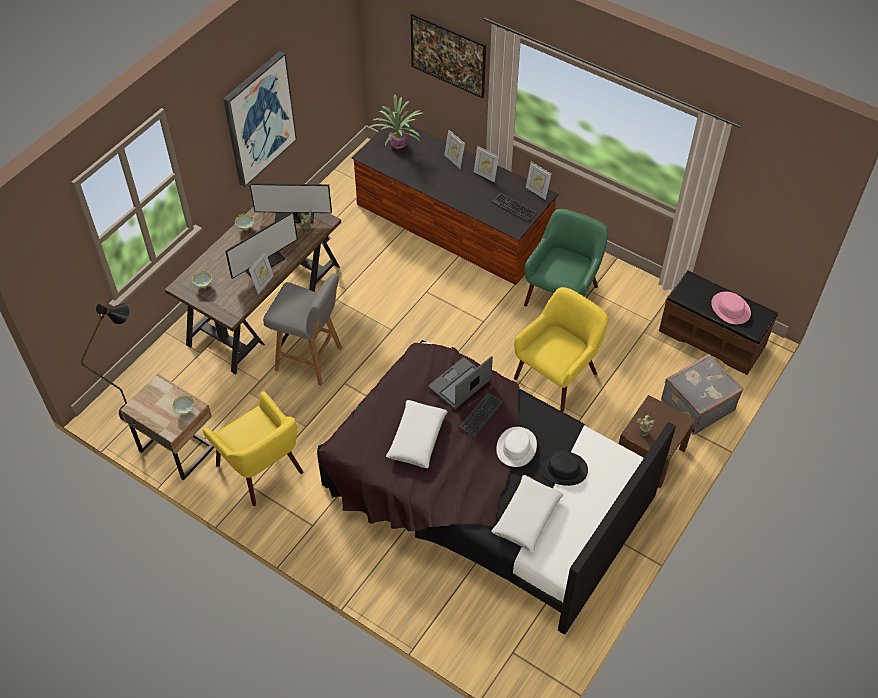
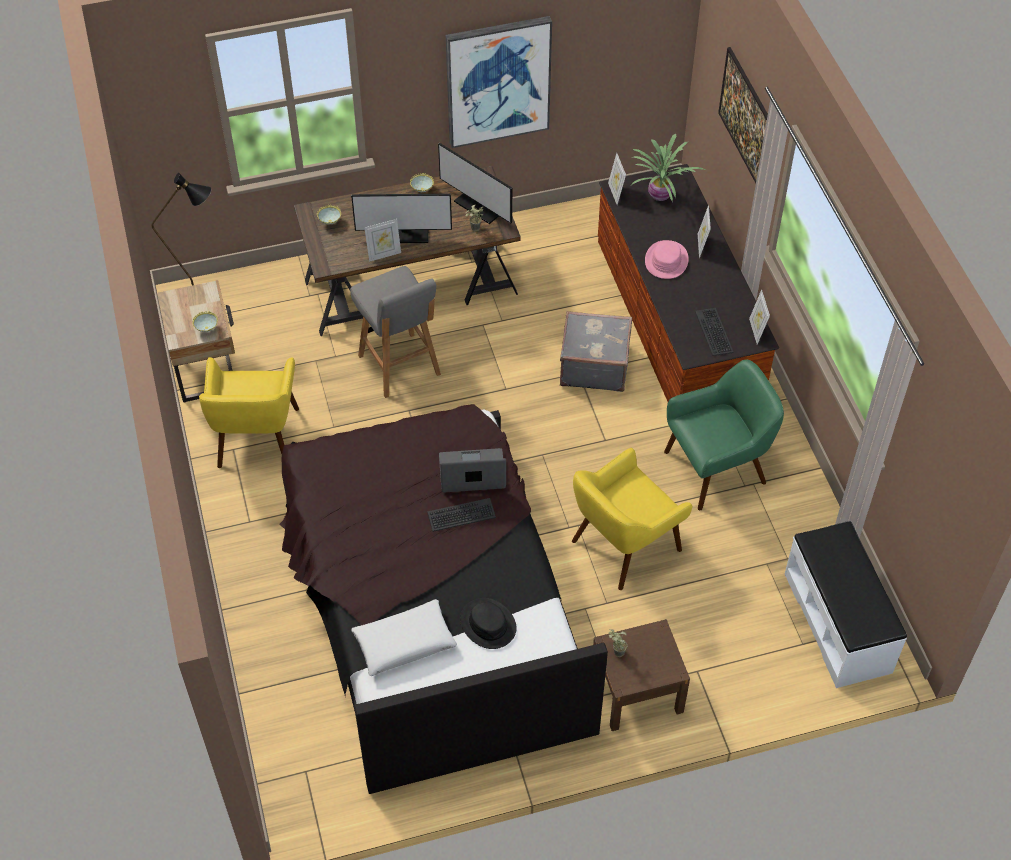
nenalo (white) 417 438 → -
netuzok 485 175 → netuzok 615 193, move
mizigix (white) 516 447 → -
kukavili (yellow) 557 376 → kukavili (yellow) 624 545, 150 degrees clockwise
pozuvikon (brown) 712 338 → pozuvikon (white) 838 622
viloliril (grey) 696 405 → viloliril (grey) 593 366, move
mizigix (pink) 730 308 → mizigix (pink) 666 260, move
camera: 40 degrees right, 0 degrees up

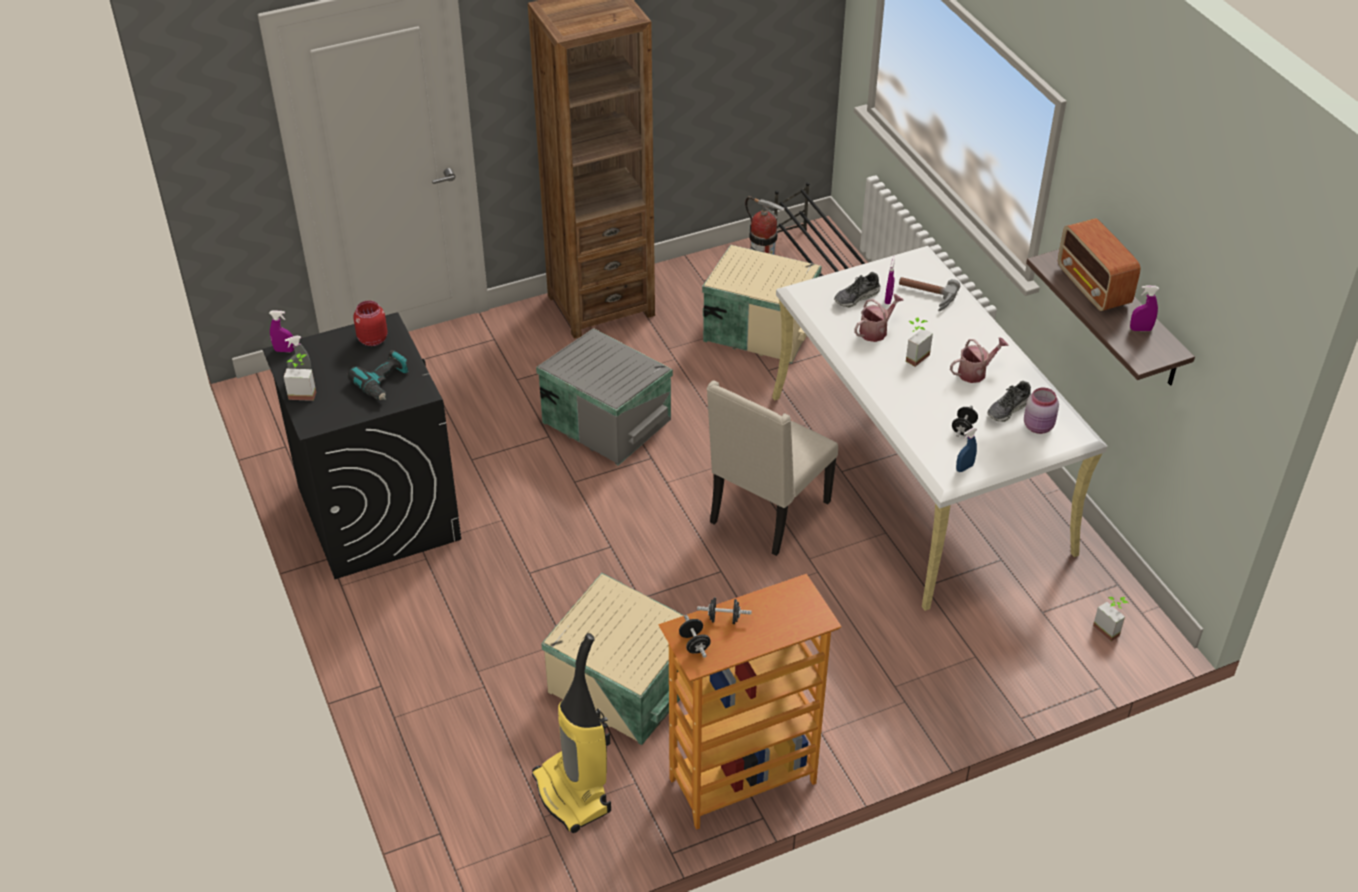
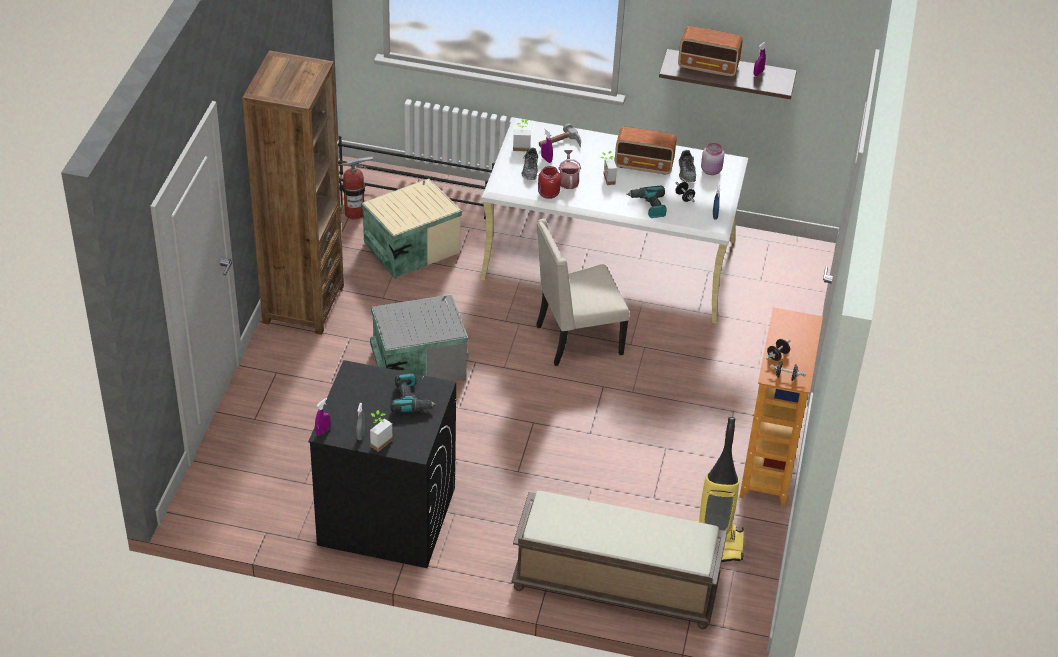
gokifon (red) 372 339 → gokifon (red) 548 194, move
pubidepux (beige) 622 688 → -
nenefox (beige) 767 513 → nenefox (beige) 576 340, 90 degrees clockwise
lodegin 975 372 → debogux 644 165
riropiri 1109 628 → riropiri 521 146, move
- → pozuvikon (brown) 613 586
- → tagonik 648 206
camera: 55 degrees left, 0 degrees up

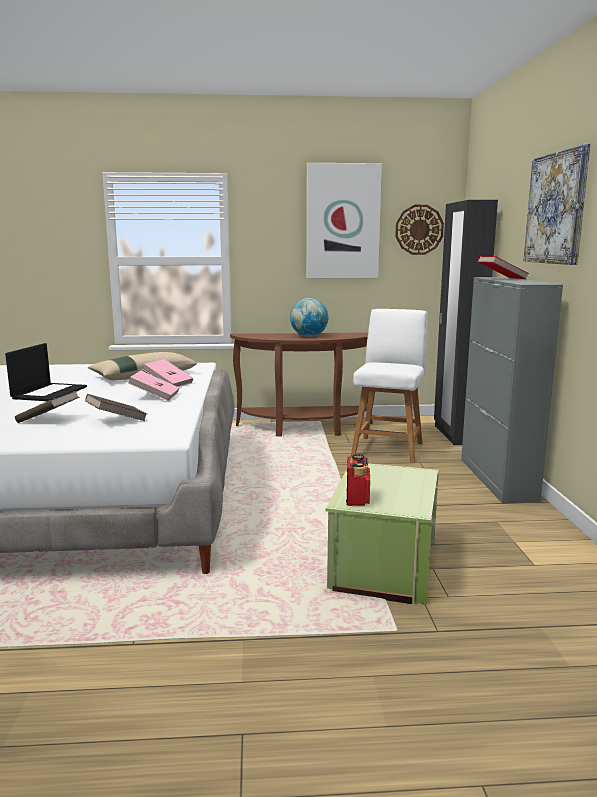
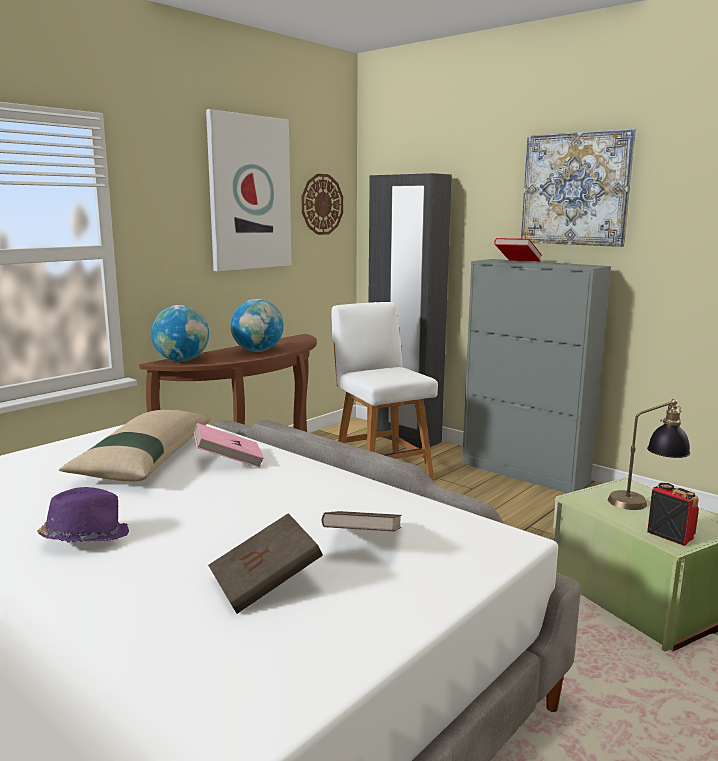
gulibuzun 49 392 → mizigix (purple) 85 537
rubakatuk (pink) 155 397 → -
- → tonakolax 182 360
- → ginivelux 644 503
camera: 45 degrees left, 0 degrees up

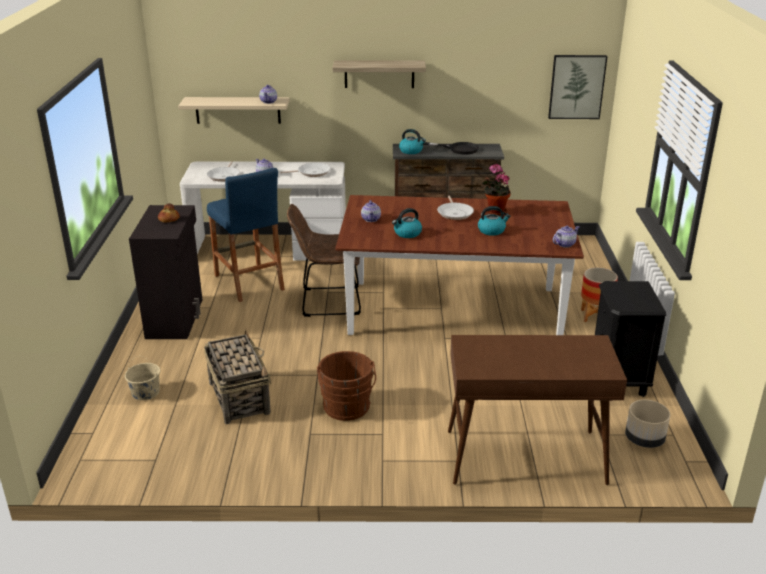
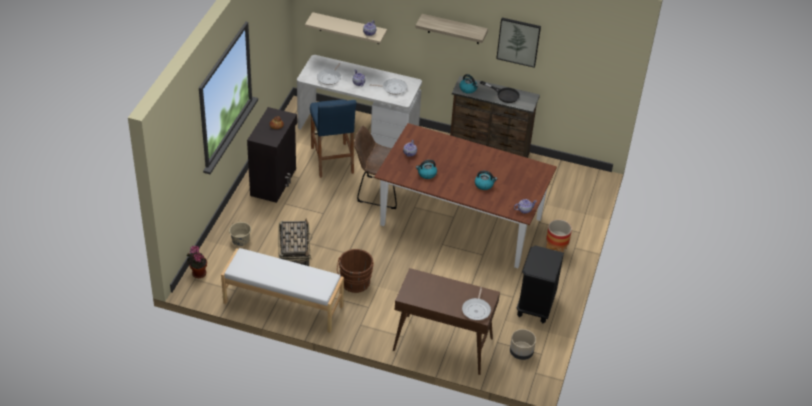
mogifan 455 213 → mogifan 476 310, move
riropiri 494 212 → riropiri 198 273, move
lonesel 576 87 → lonesel 518 41, move
- → pozuvikon (white) 283 304
camera: 15 degrees right, 15 degrees up

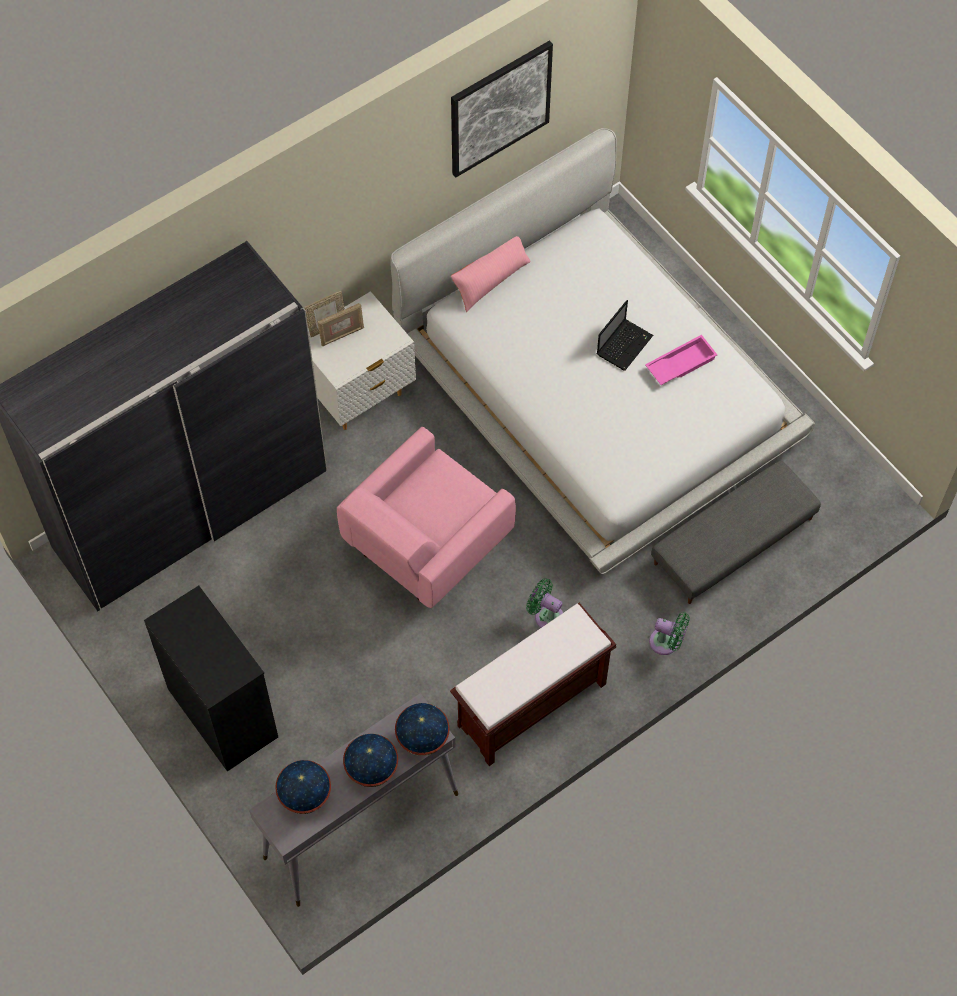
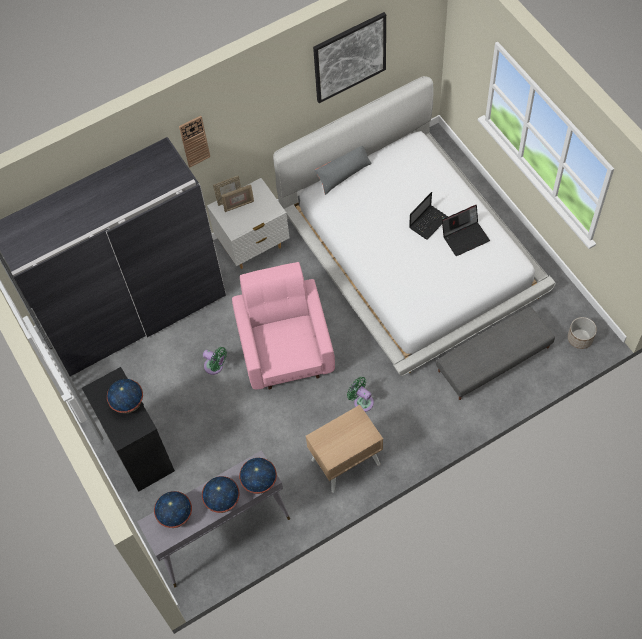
kukavili (pink) 425 544 → kukavili (pink) 286 348, 120 degrees clockwise
pozuvikon (brown) 531 706 → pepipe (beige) 345 462
nenalo (pink) 491 280 → nenalo (grey) 343 174
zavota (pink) 680 363 → gulibuzun 465 236
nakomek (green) 667 643 → nakomek (green) 215 367, move
- → tonakolax 128 403
- → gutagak 194 141
- → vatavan 580 338
camera: 10 degrees right, 0 degrees up

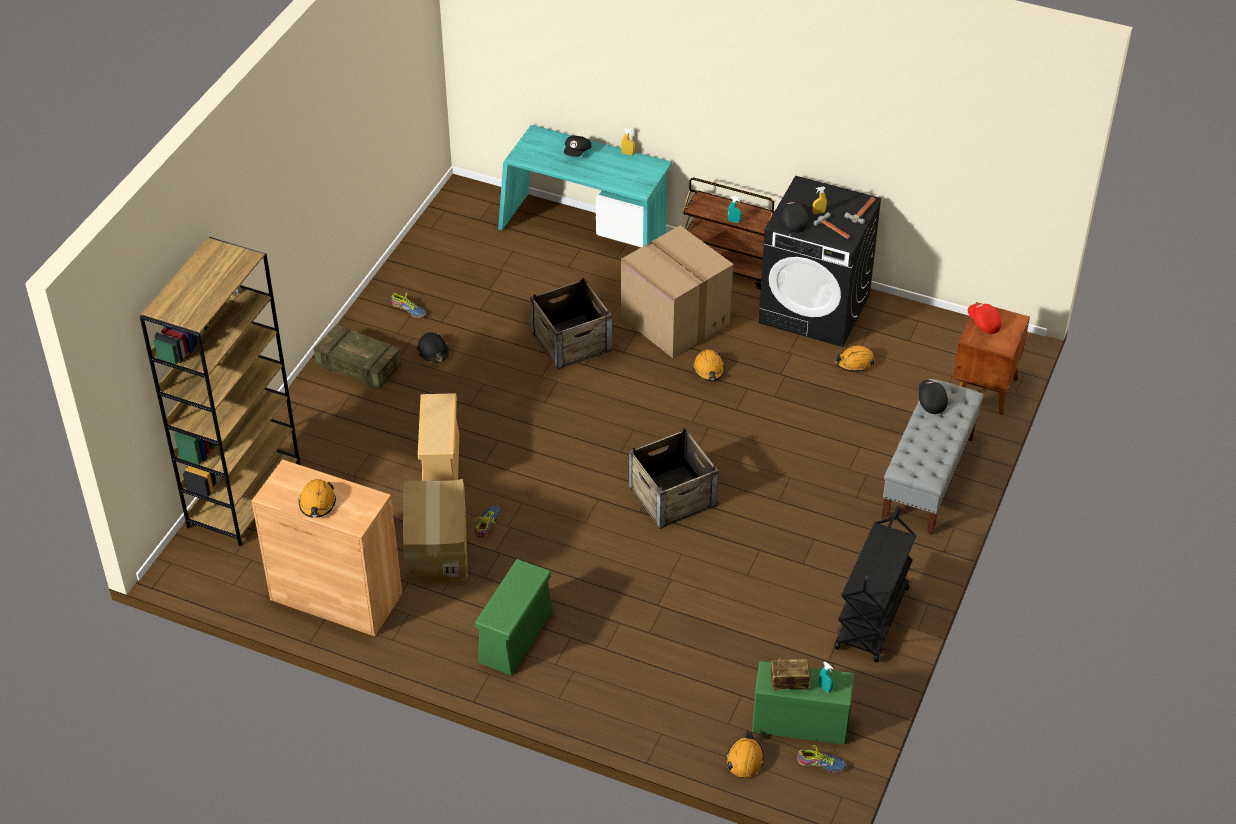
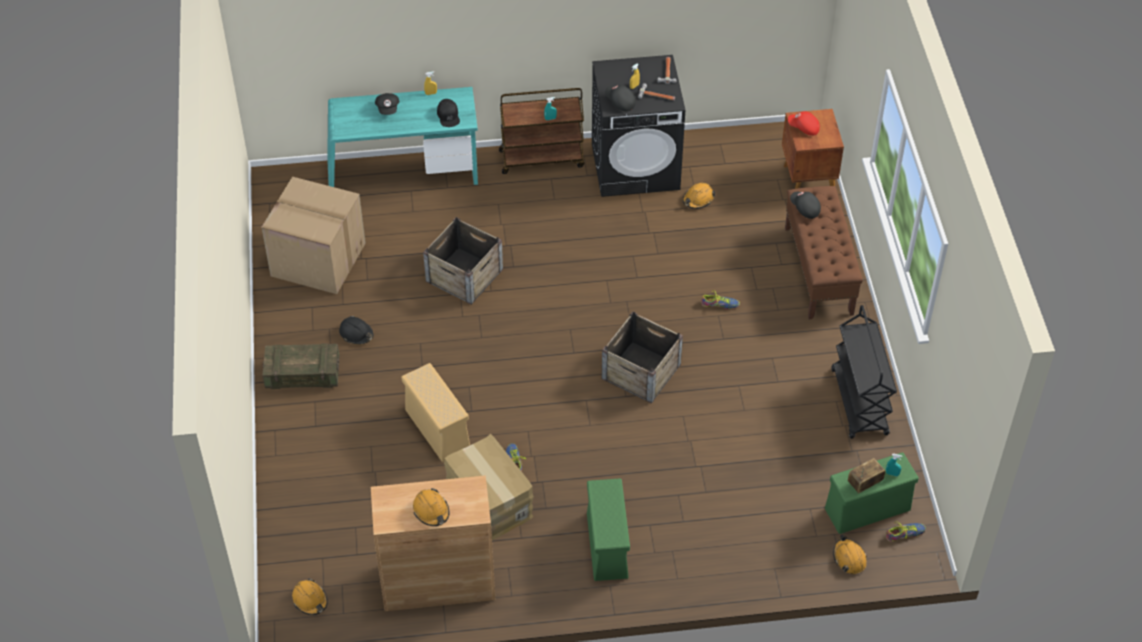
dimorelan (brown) 244 494 → -
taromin 409 309 → taromin 719 304, move
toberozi 673 320 → toberozi 316 260, move
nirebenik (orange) 709 370 → nirebenik (orange) 310 600, move
pozuvikon (grey) 928 478 → pozuvikon (brown) 818 271
- → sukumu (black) 448 116
camera: 30 degrees left, 5 degrees up

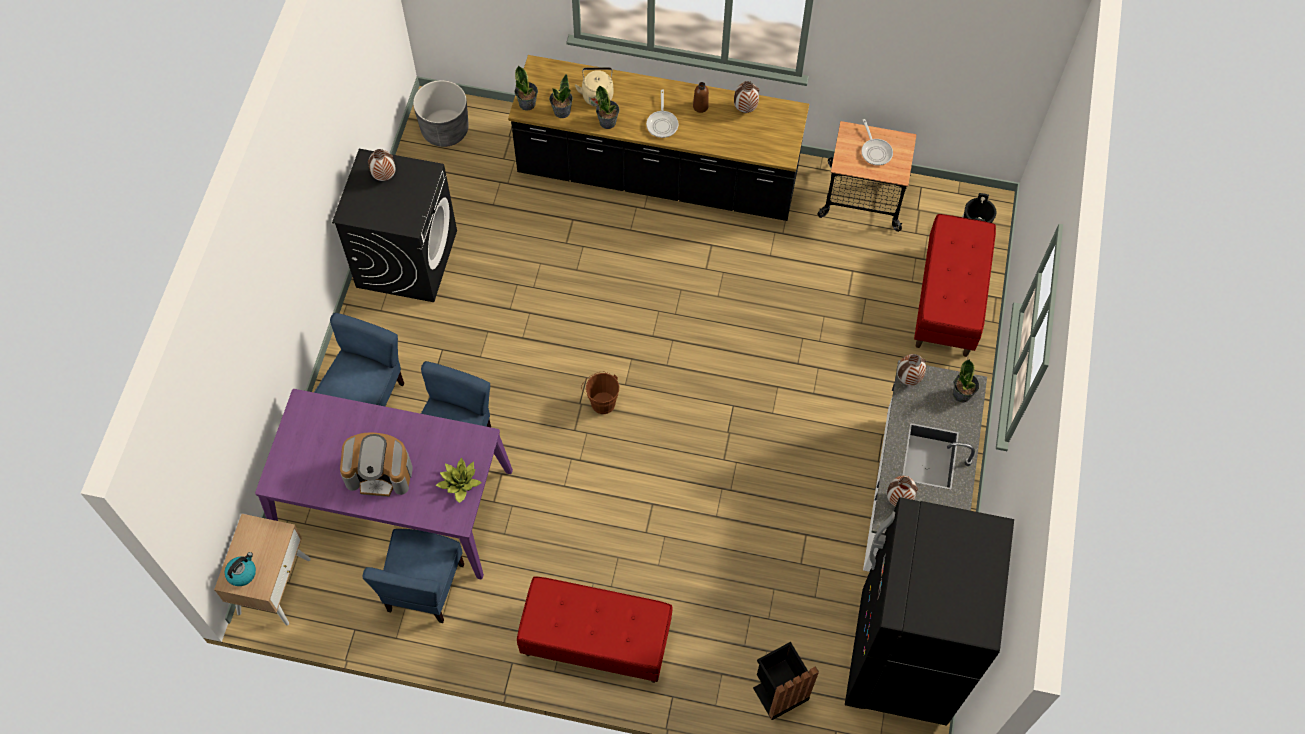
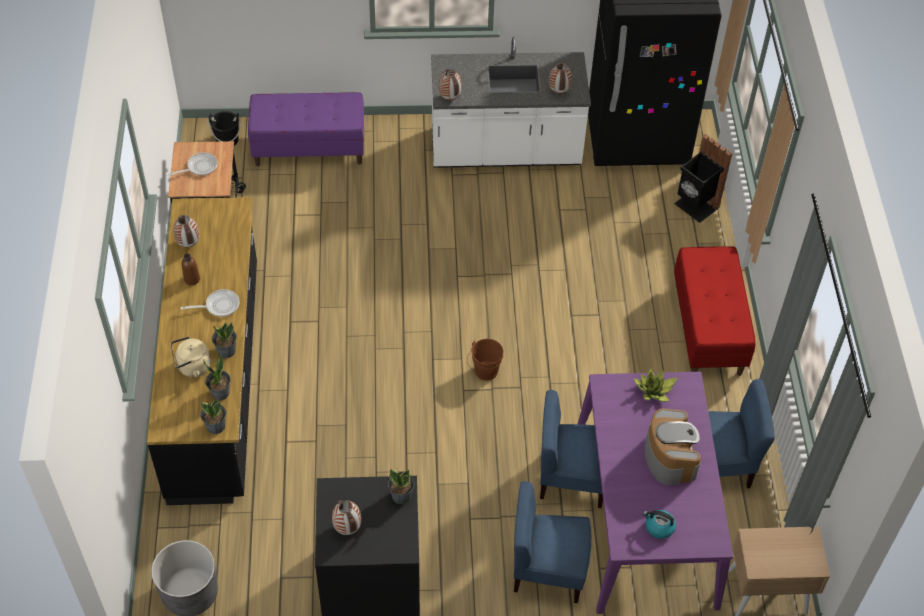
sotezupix 242 573 → sotezupix 658 527, move
pozuvikon (red) 949 301 → pozuvikon (purple) 309 148
riropiri 962 394 → riropiri 401 495, move
camera: 105 degrees left, 10 degrees down

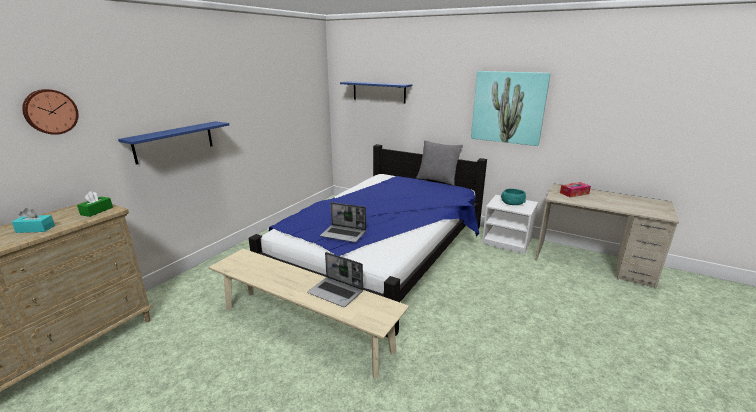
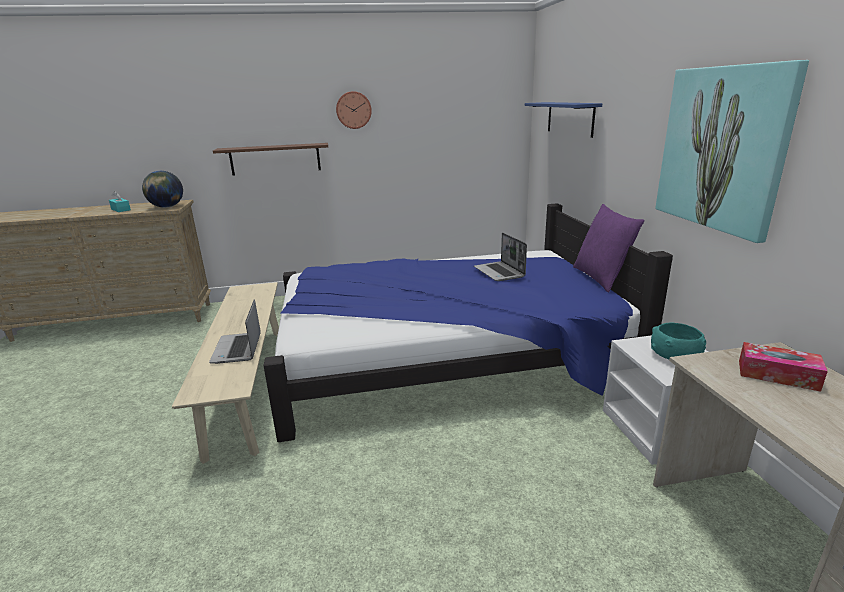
gutagak 50 111 → gutagak 353 110, move
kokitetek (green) 97 211 → tonakolax 166 207
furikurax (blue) 174 141 → furikurax (brown) 275 159
gulibuzun 344 234 → gulibuzun 499 272, move
nenalo (grey) 437 180 → nenalo (purple) 601 278
camera: 50 degrees right, 0 degrees up

